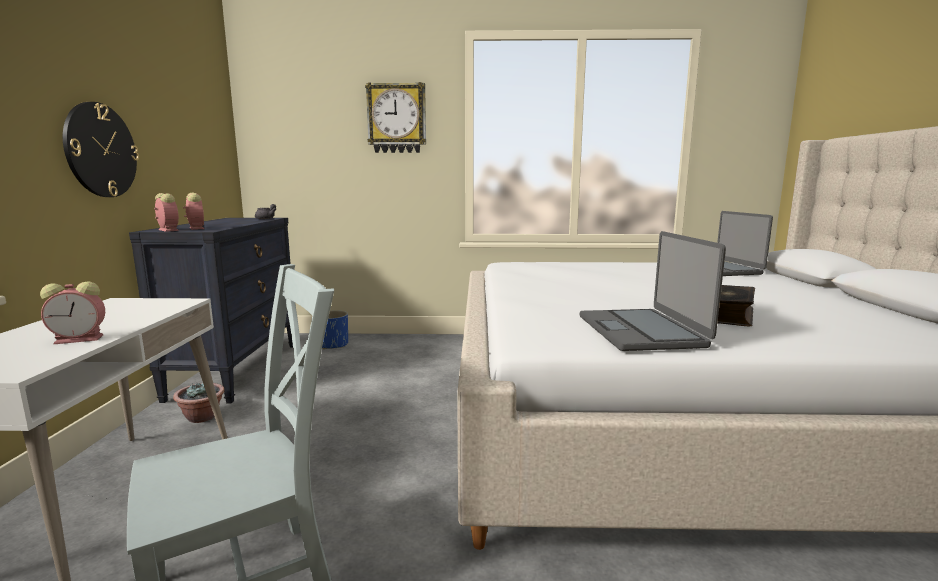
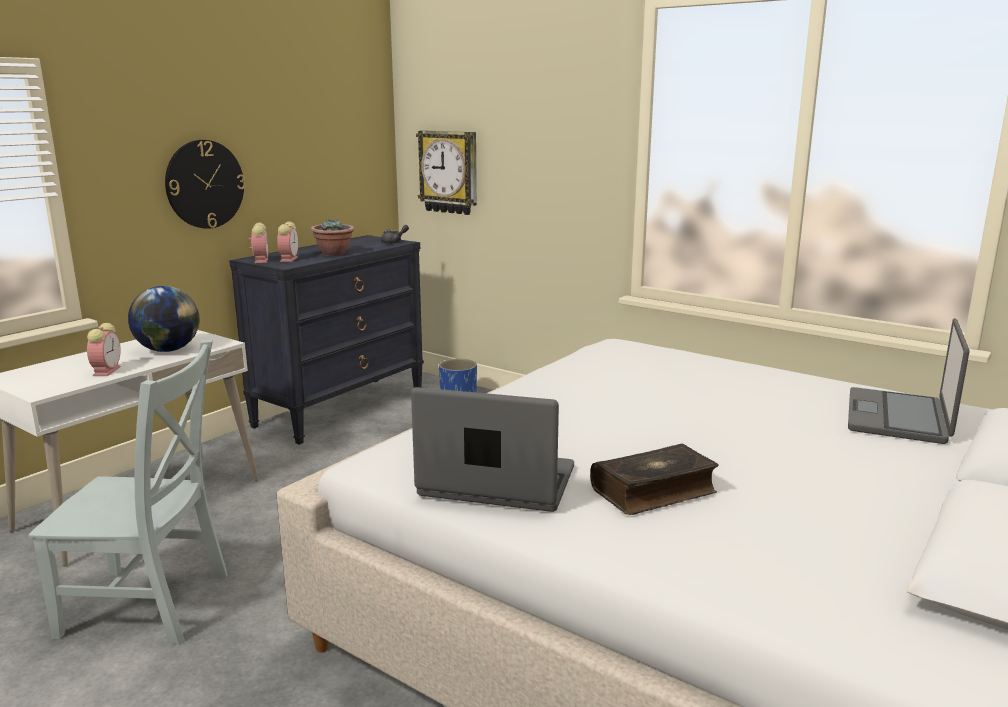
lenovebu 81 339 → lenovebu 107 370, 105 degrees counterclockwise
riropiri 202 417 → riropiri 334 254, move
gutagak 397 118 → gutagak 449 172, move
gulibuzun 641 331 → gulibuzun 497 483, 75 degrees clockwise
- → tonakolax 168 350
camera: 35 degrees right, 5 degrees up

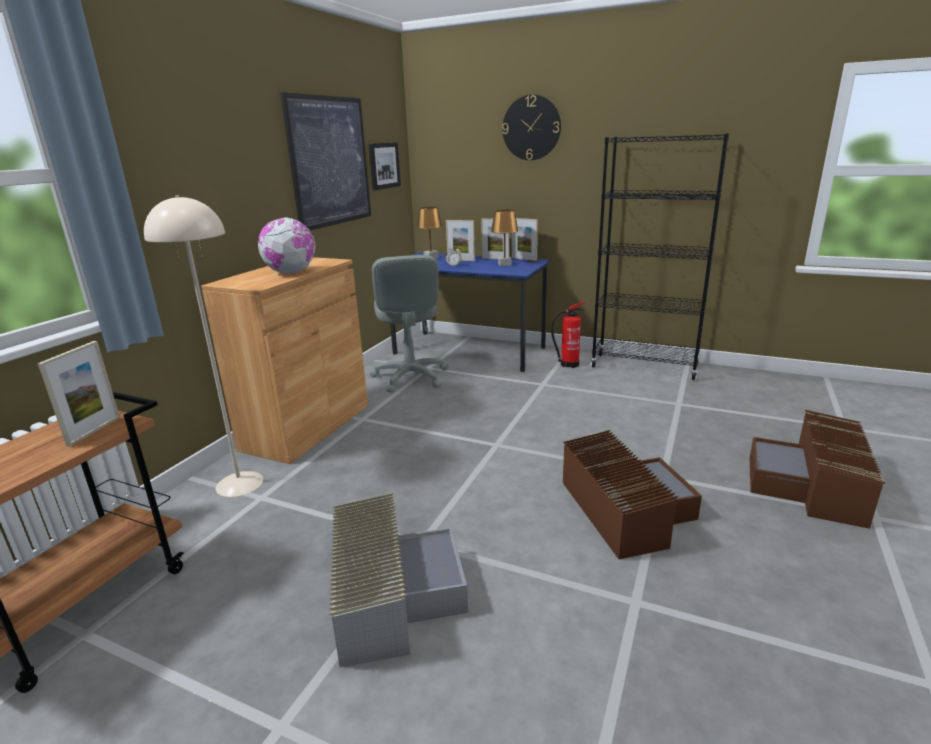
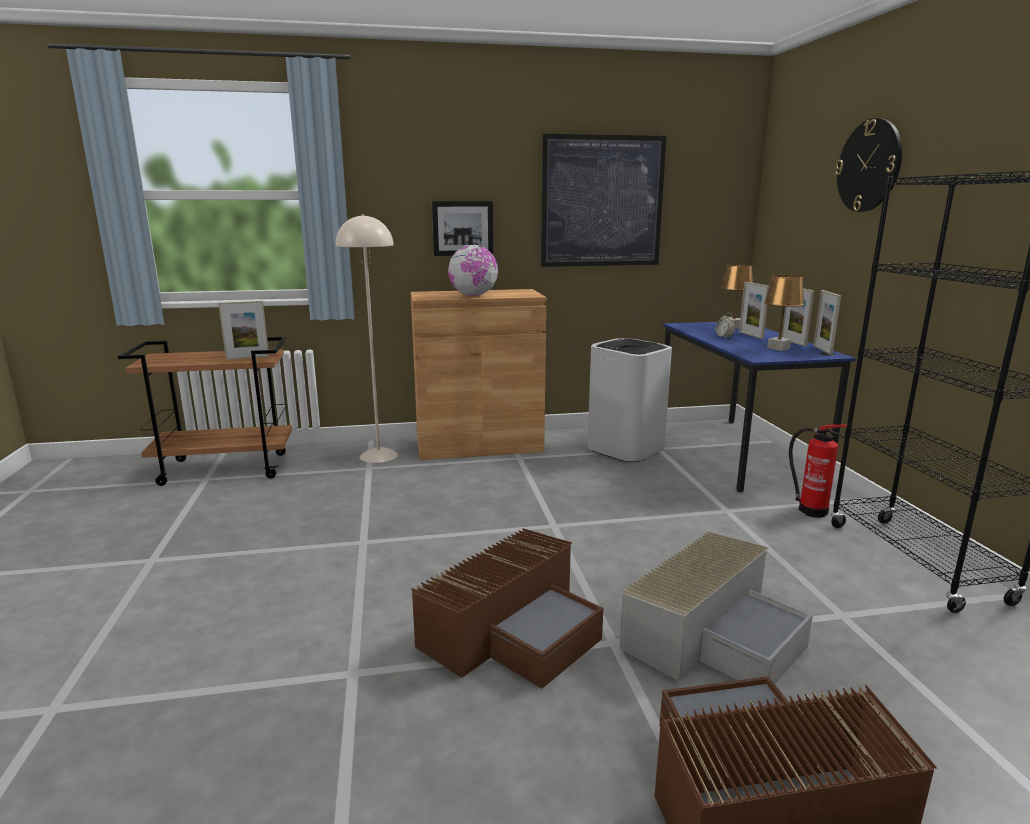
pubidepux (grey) 390 592 → pubidepux (grey) 712 634, move
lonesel 383 165 → lonesel 462 228, move
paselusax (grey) 410 377 → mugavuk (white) 625 448
camera: 55 degrees right, 5 degrees down

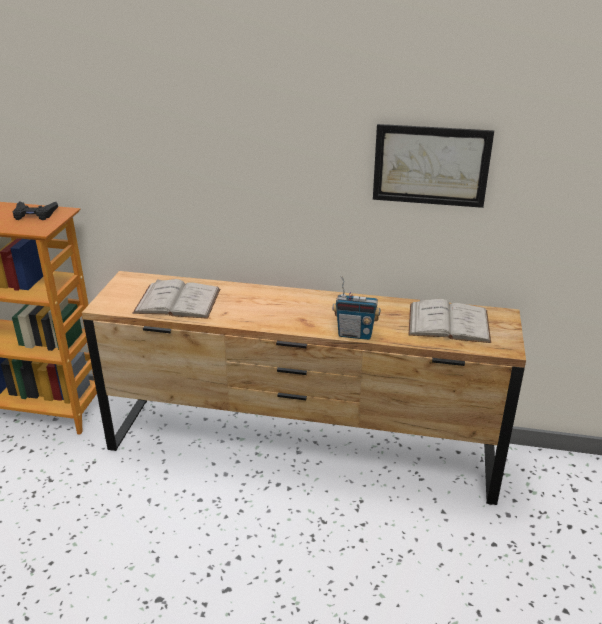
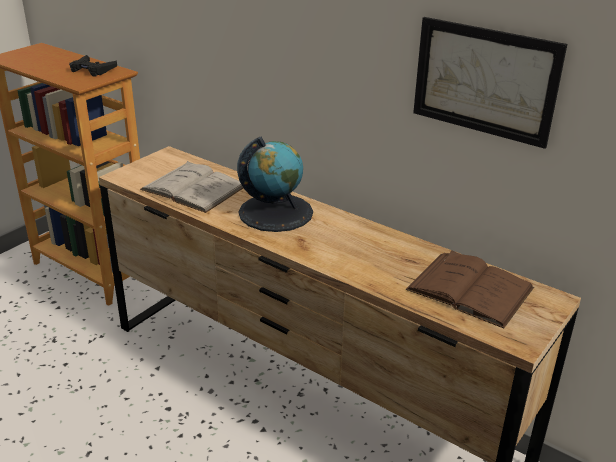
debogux 355 334 → -
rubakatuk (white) 448 322 → rubakatuk (brown) 470 289
- → tonakolax 276 212
camera: 25 degrees right, 0 degrees up

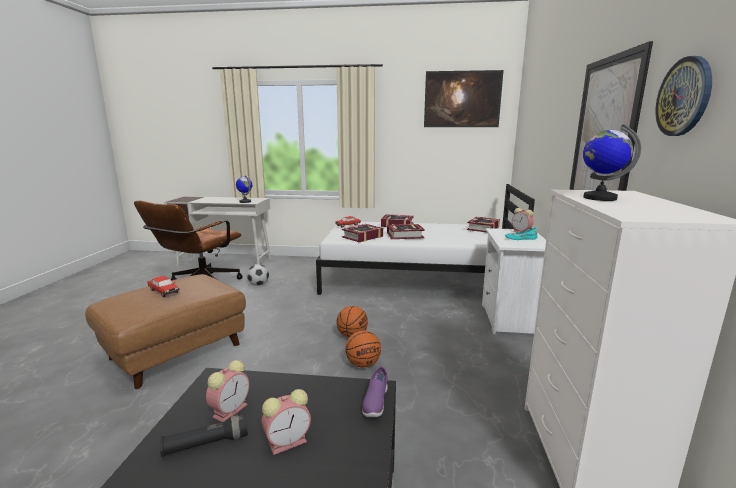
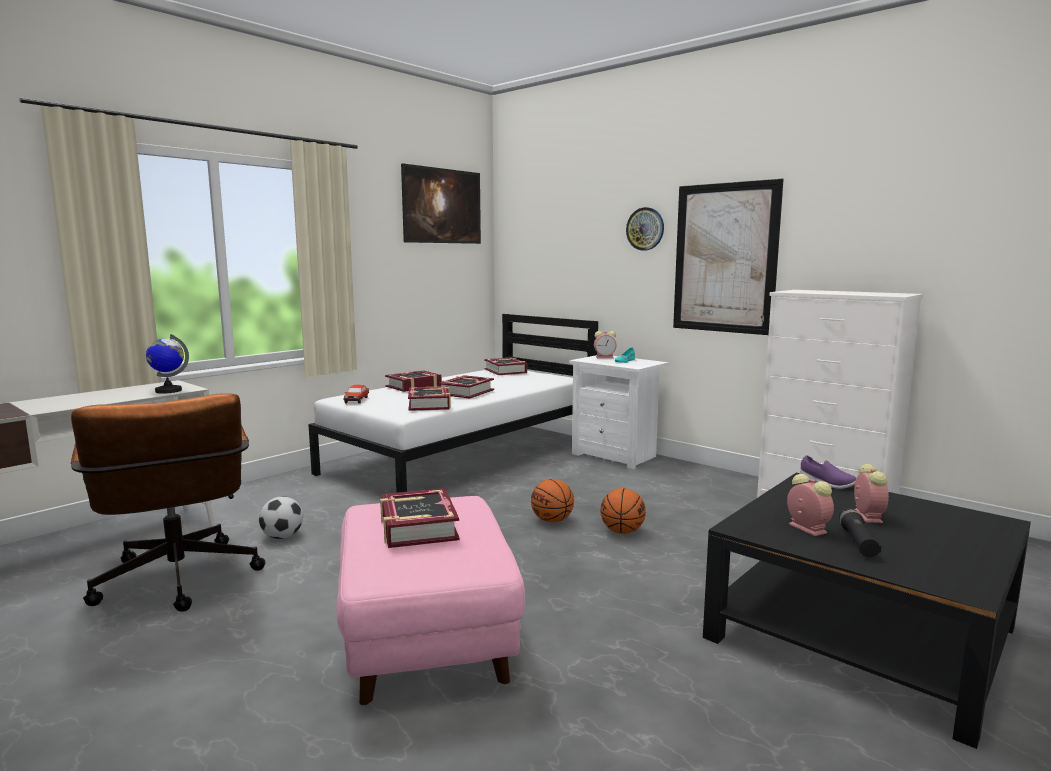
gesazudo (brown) 176 351 → gesazudo (pink) 425 636
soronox 163 291 → rubakatuk 417 527
tonakolax 599 198 → -
gutagak 684 97 → gutagak 645 229, move
camera: 55 degrees left, 5 degrees down

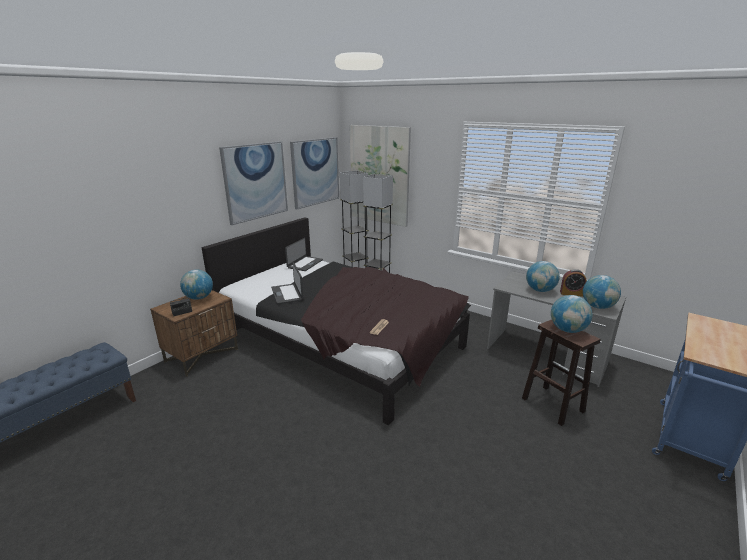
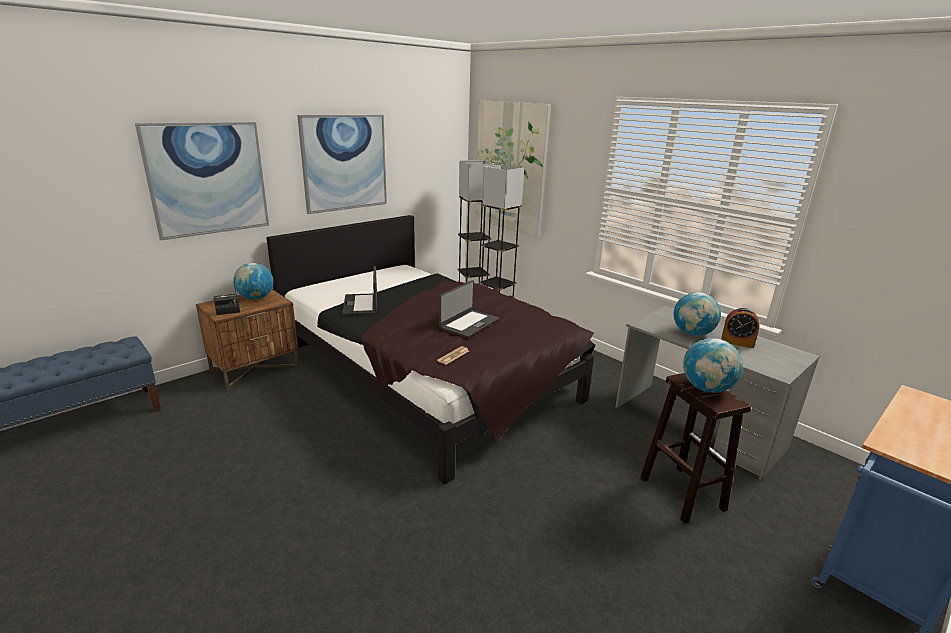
gulibuzun 304 264 → gulibuzun 468 323, move
lonesel 315 172 → lonesel 208 179, move
tonakolax 597 307 → -
camera: 10 degrees right, 0 degrees up

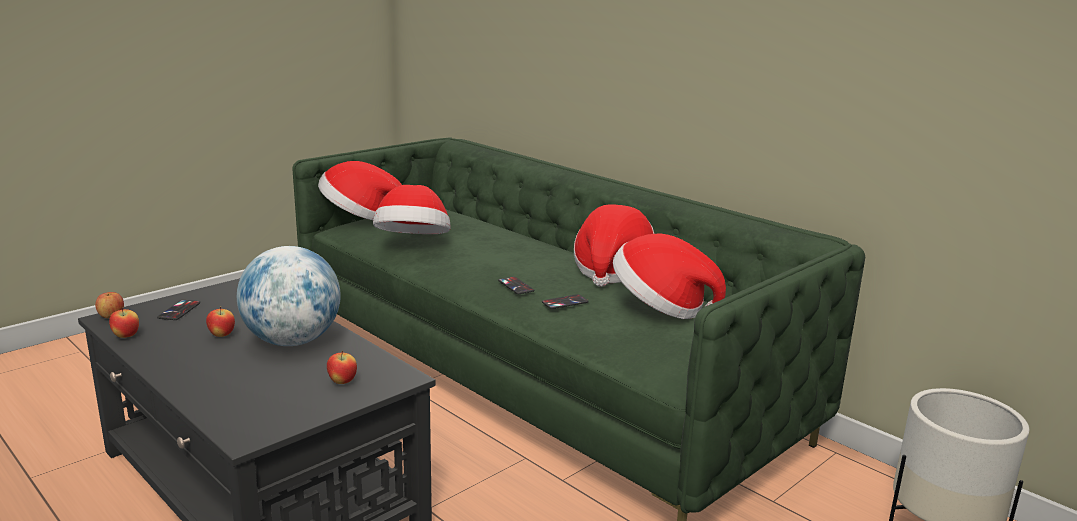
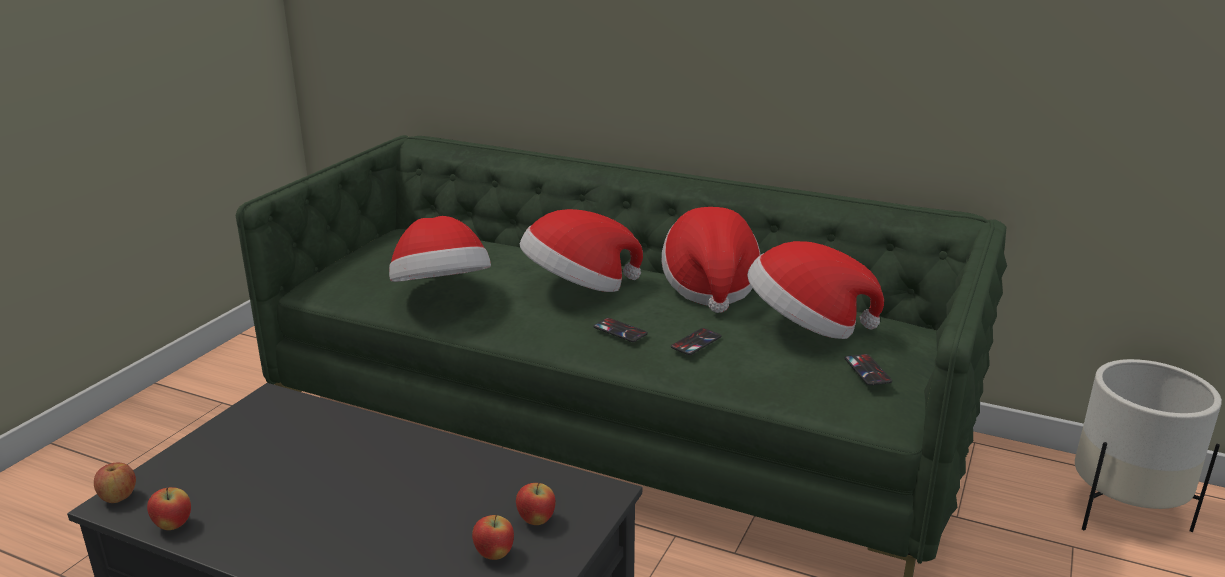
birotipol 179 310 → birotipol 867 370, move
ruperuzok 222 335 → ruperuzok 494 555, move
tonakolax 293 341 → -
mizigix 360 216 → mizigix 578 287, move
camera: 20 degrees left, 5 degrees up

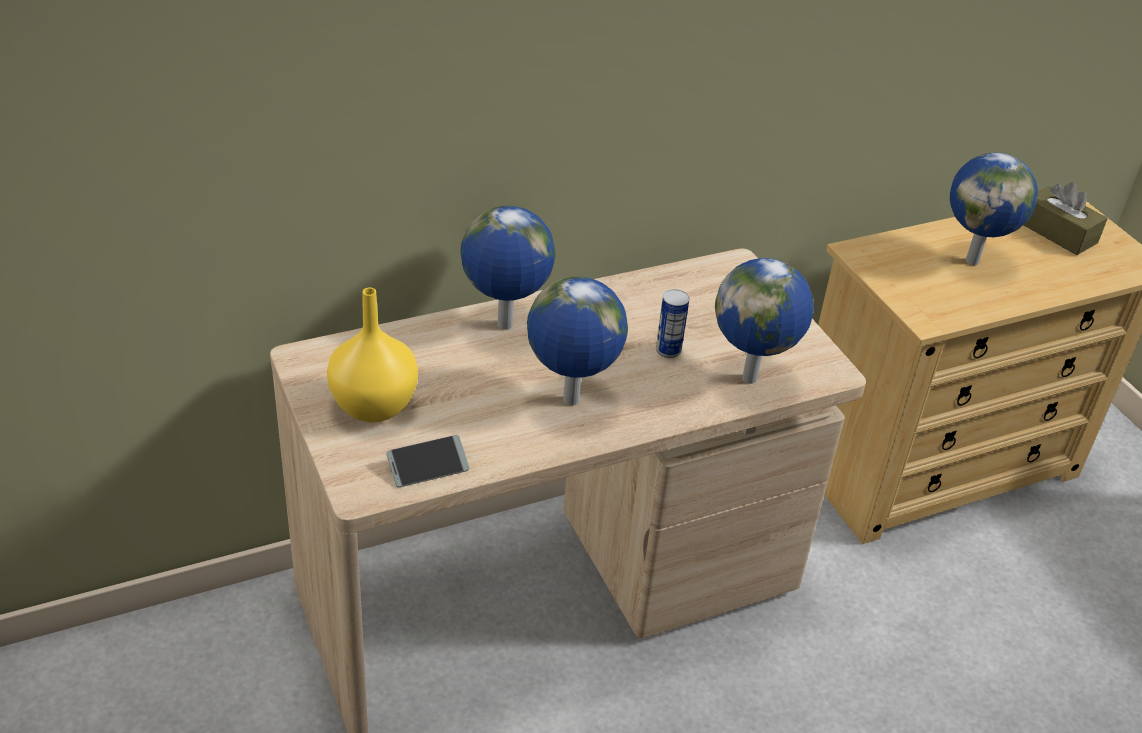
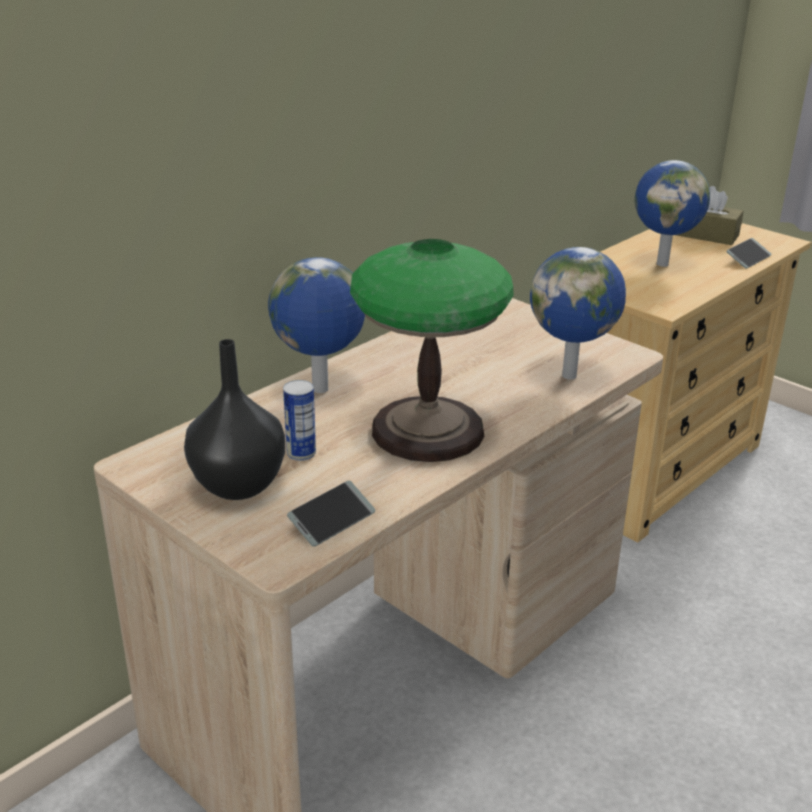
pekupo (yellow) 374 407 → pekupo (black) 239 486
tonakolax 570 401 → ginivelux 428 431
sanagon 668 351 → sanagon 301 453, move
- → birotipol 748 258
camera: 20 degrees left, 10 degrees down

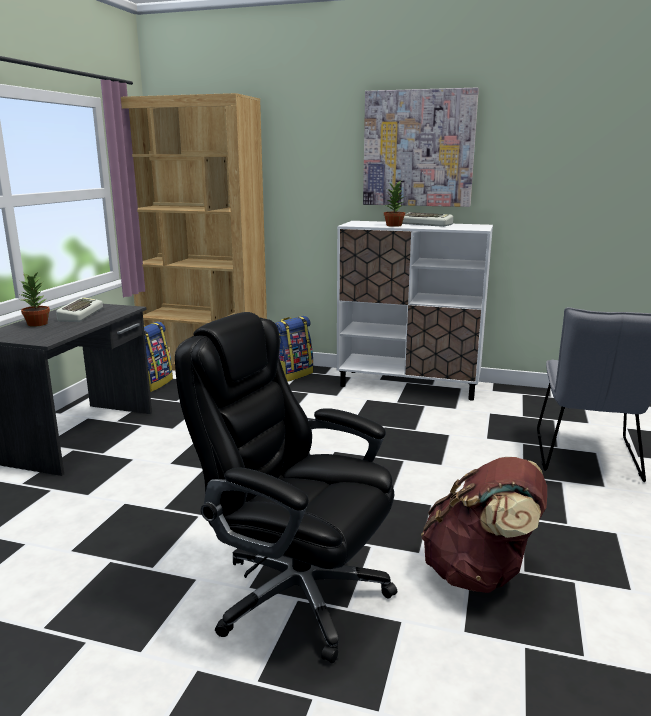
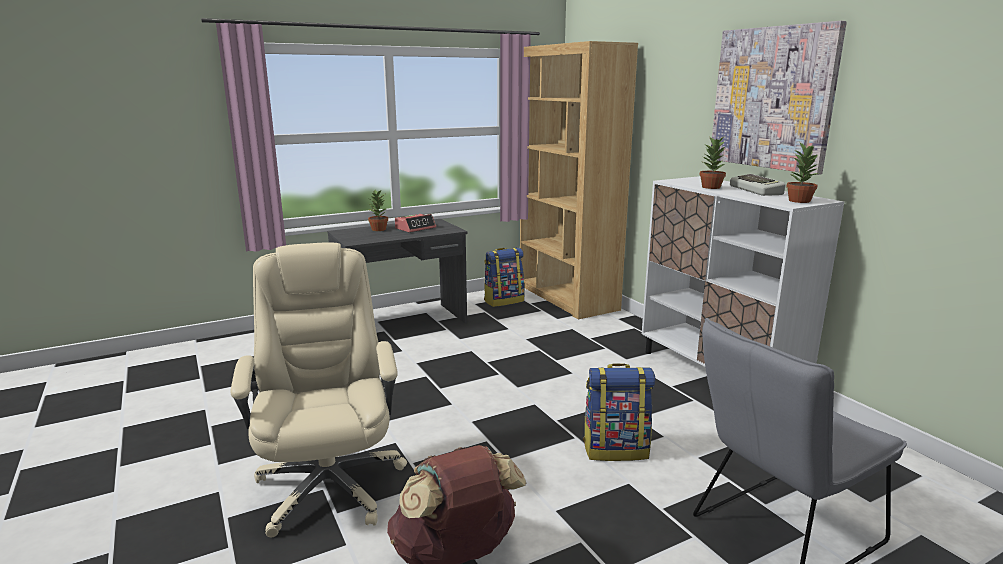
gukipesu 80 314 → lenovebu 415 228
paselusax (black) 296 593 → paselusax (beige) 329 484
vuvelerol 292 374 → vuvelerol 616 449, move
- → riropiri 799 201
camera: 45 degrees right, 0 degrees up

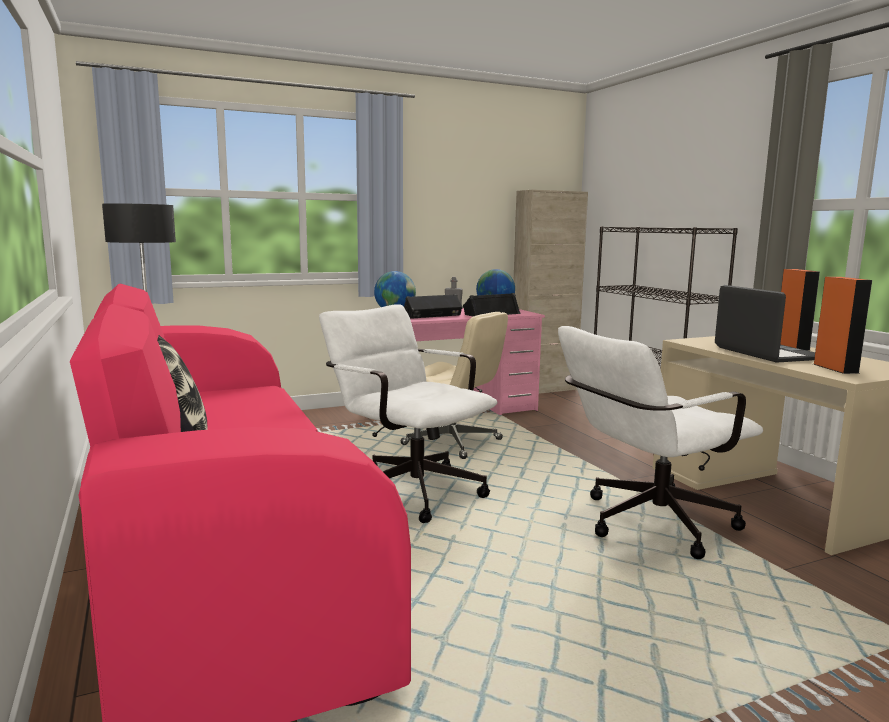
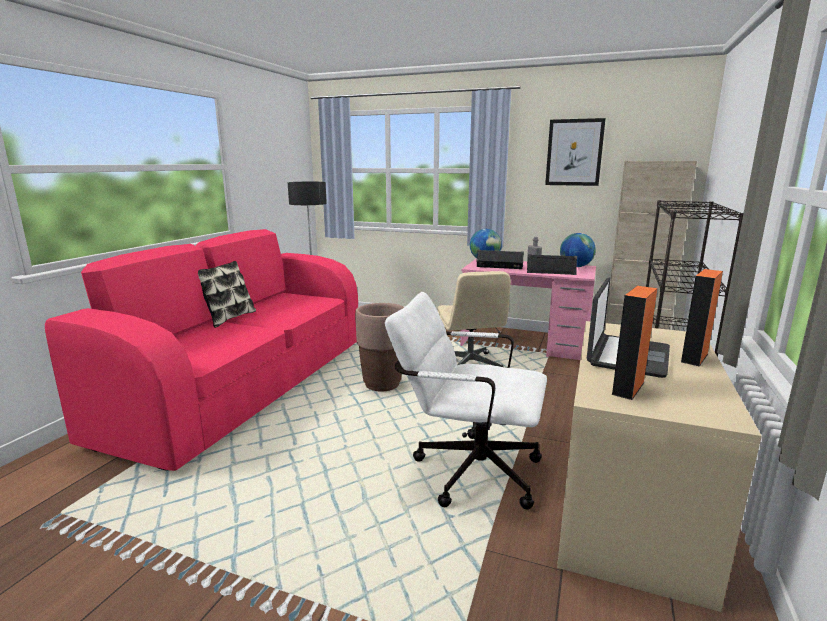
paselusax (white) 407 488 → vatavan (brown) 382 384
- → lonesel 574 152
camera: 45 degrees right, 5 degrees up

